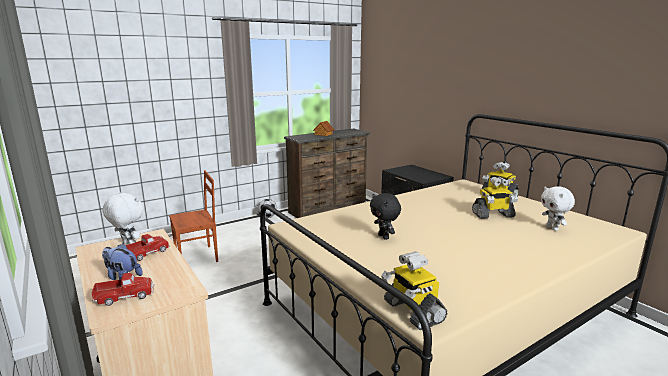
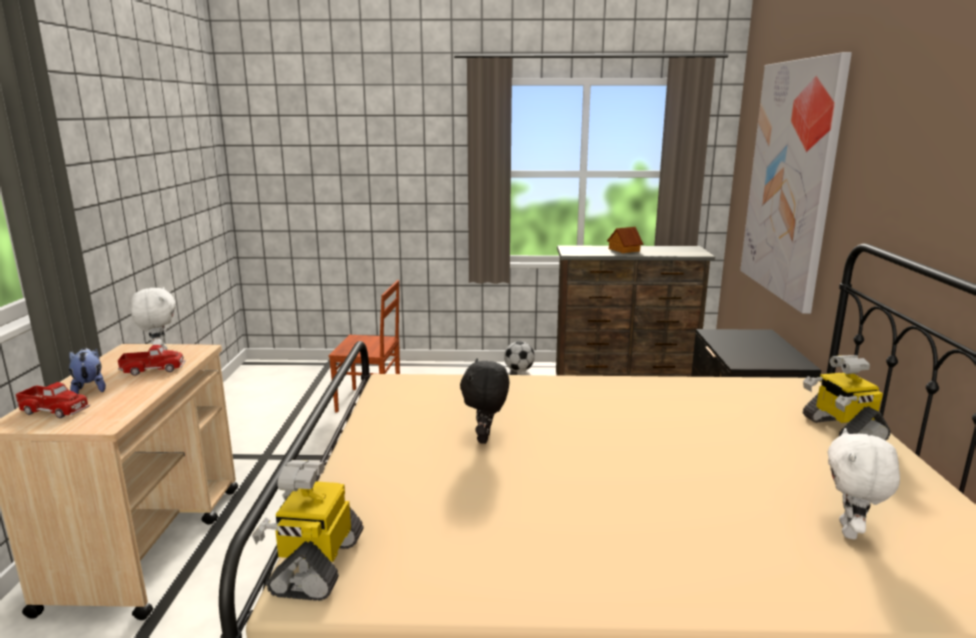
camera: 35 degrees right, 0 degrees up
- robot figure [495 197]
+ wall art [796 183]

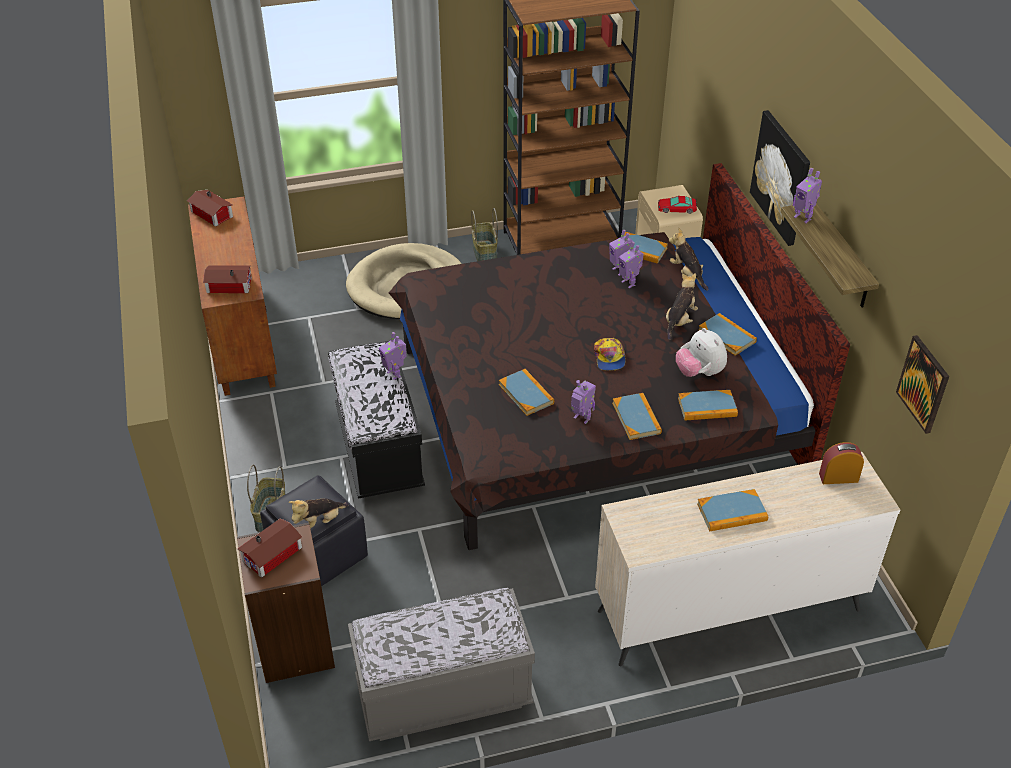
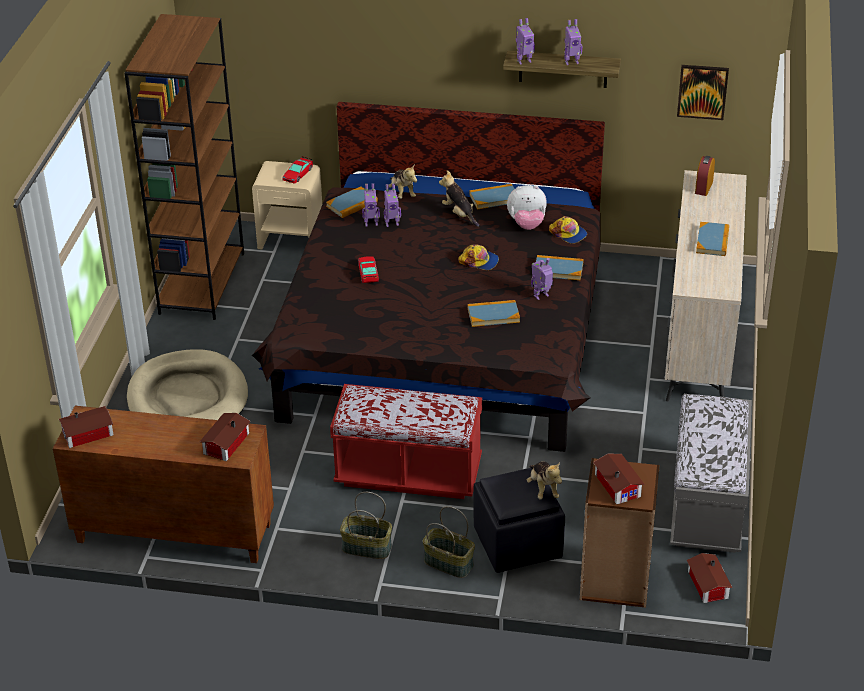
camera: 65 degrees left, 5 degrees down
- wall art [780 178]
+ model car [368 270]
+ miniature house [710 578]
~ robot figure [392 356] to [573 42]
~ household basket [484 234] to [366 525]
~ book [708 405] to cap [568 230]
~ long seat (blackish) [376 420] to long seat (reddish) [406 441]
~ cuddly toy [689 259] = [403 181] 105 degrees counterclockwise

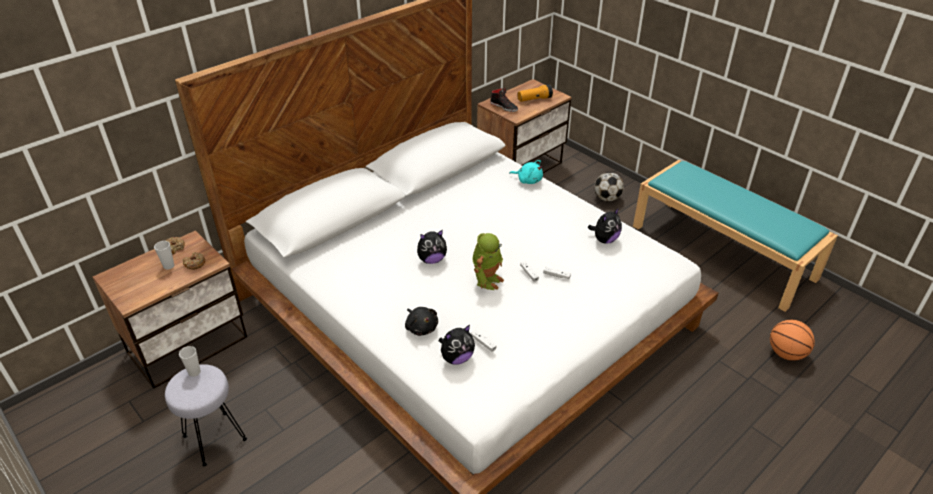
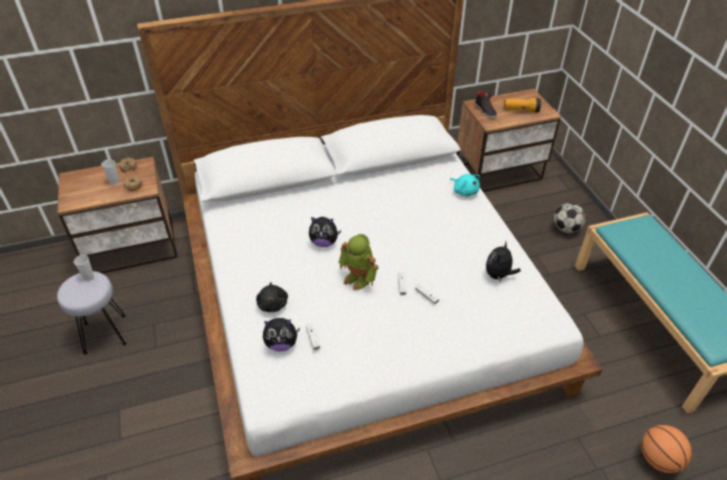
camera: 25 degrees right, 5 degrees up
~ robot figure [488 261] = [358 262] 75 degrees clockwise
~ cuddly toy [605 226] = [503 262] 135 degrees clockwise

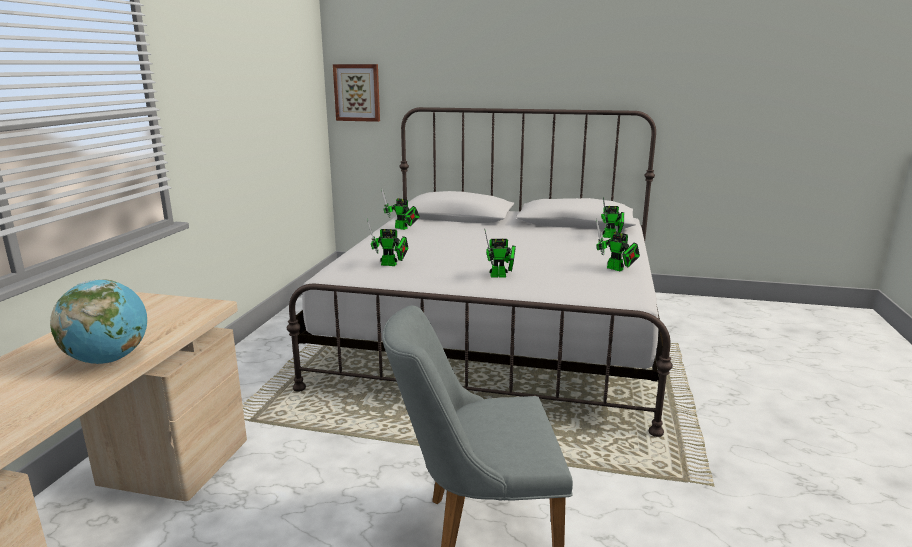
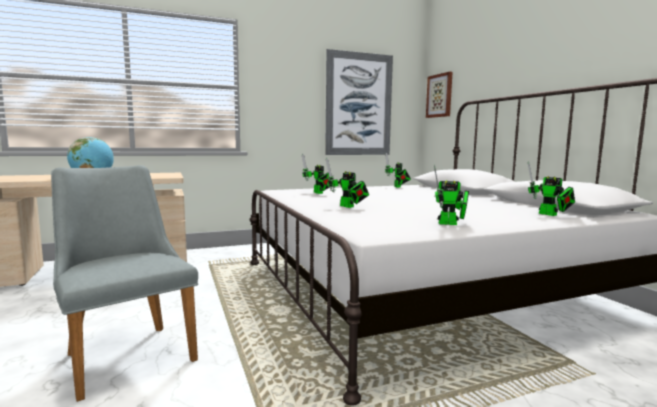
camera: 55 degrees right, 10 degrees down
+ wall art [359 102]
~ robot figure [618 245] = [451 194] 90 degrees counterclockwise

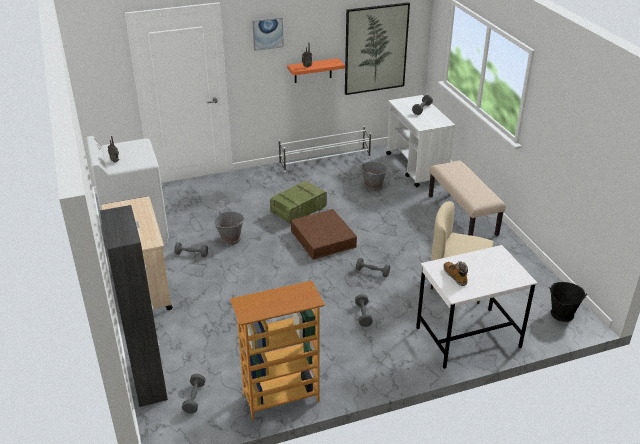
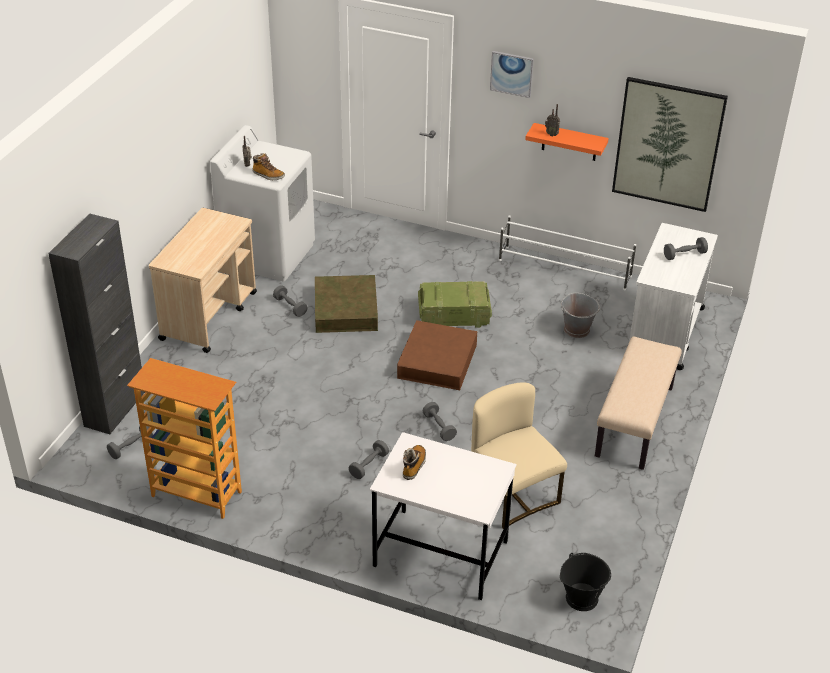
camera: 40 degrees right, 5 degrees up
+ high-top boot [268 167]
~ bucket (gray) [229 227] to storage container (brownish) [346 304]

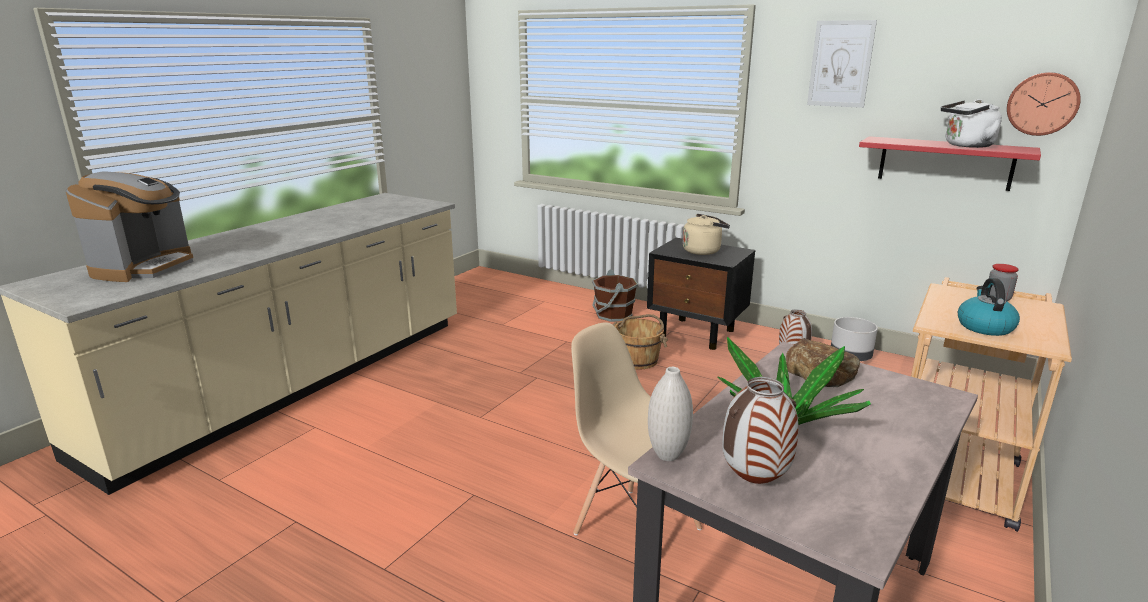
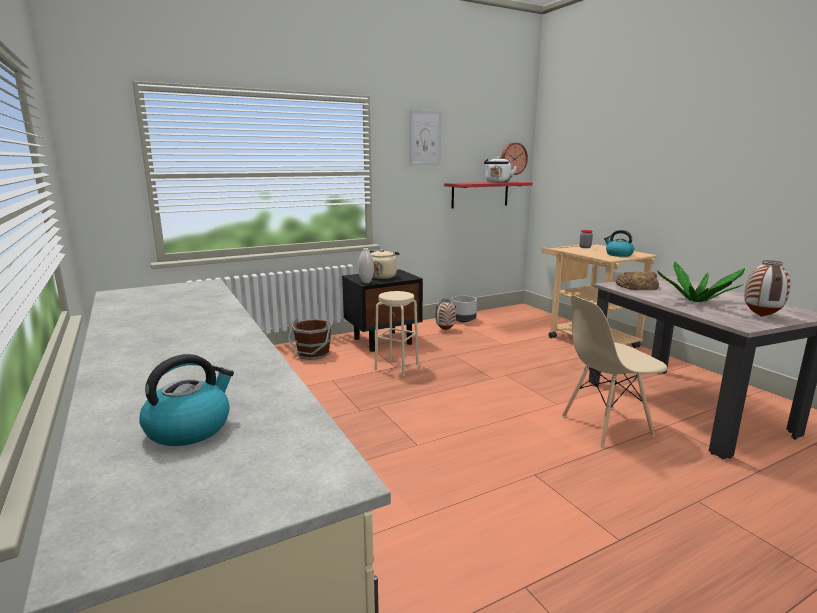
camera: 60 degrees left, 5 degrees down
~ decorative vase (whitish) [670 414] to [366 265]
~ coffee machine [129 226] to tea kettle [186 400]
~ bucket (brownish) [640 341] to sitting stool (beige) [397 333]

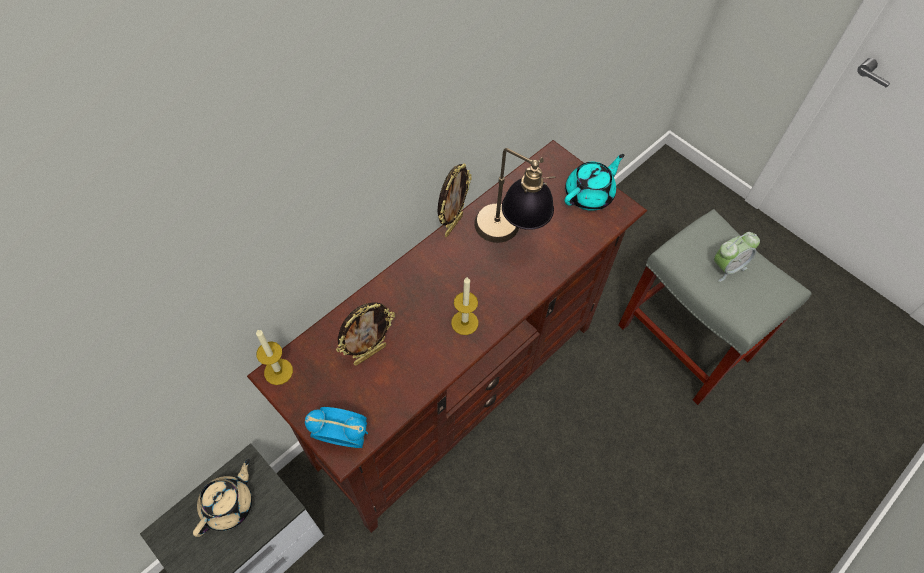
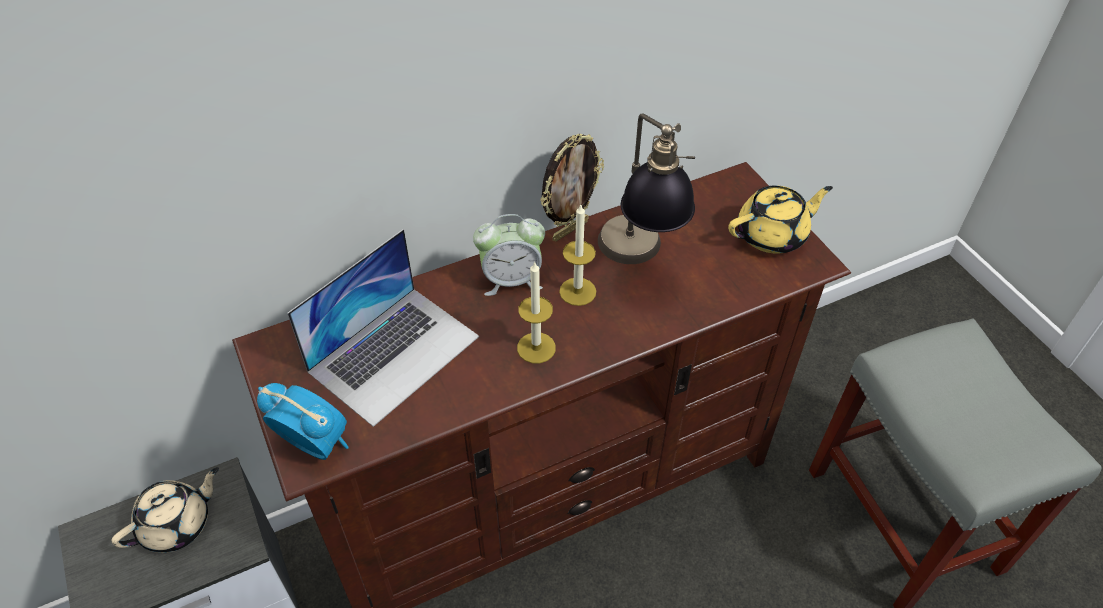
camera: 20 degrees right, 10 degrees down
~ wax light [274 357] to [577 255]
~ bedside clock [737 257] to [509 255]
~ photo frame [365 334] to notebook computer [383 328]
~ pot for tea (turquoise-coloured) [594 182] to pot for tea (yellowish) [780 219]

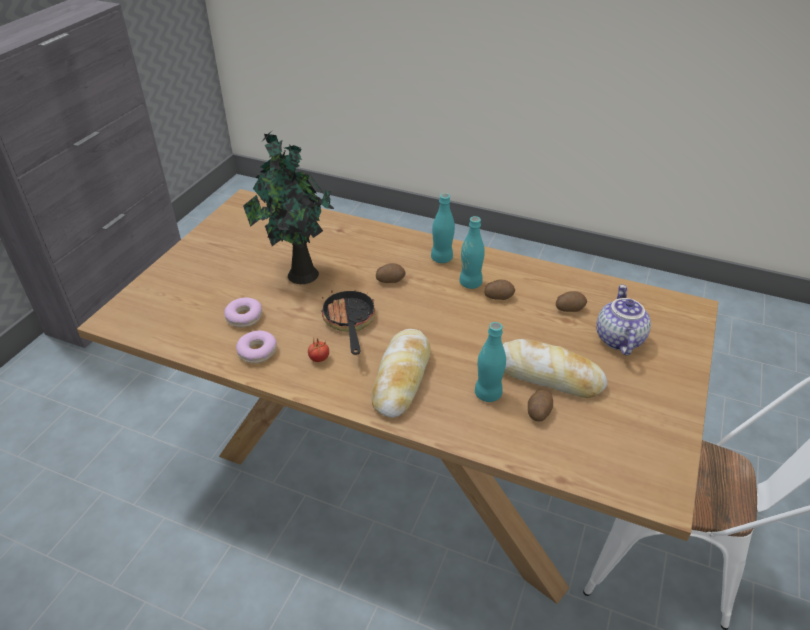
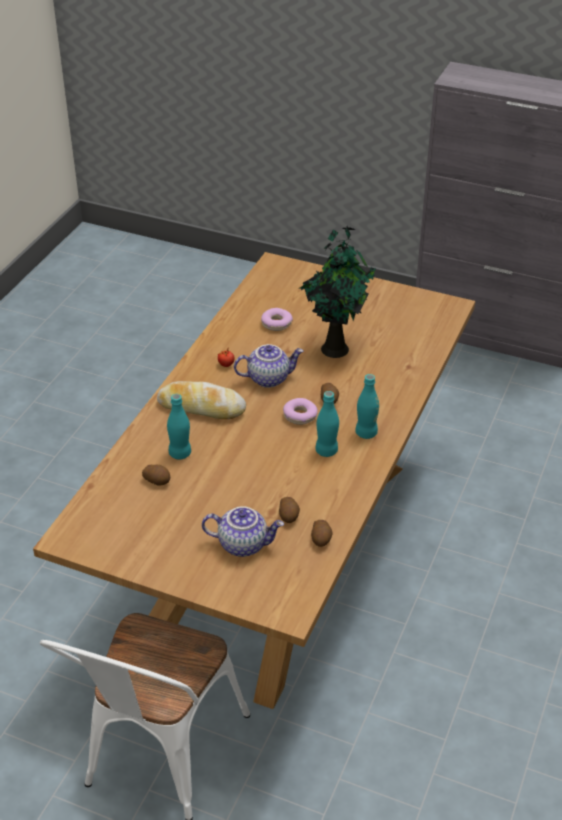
camera: 90 degrees right, 0 degrees up
- baked bread [555 368]
~ doughnut [256 347] to [300 411]
~ potato [499 289] to [321 533]
~ frying pan [348 322] to pot for tea [269 366]

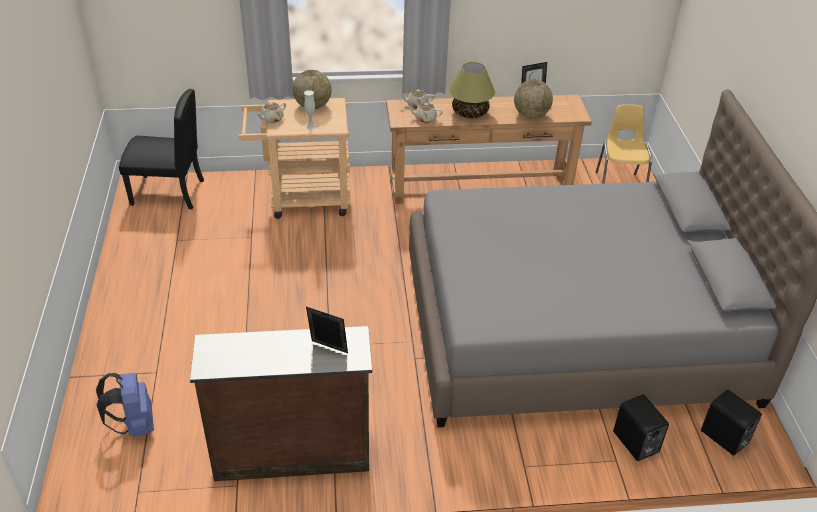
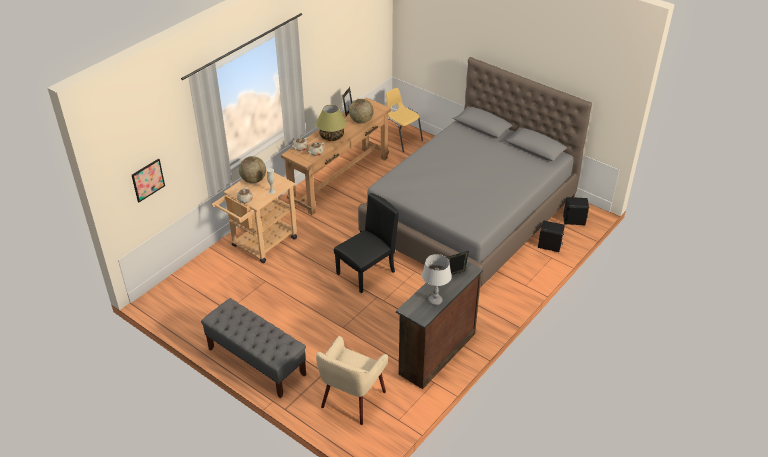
camera: 45 degrees left, 0 degrees up
+ wall art [148 180]
+ long seat (gray) [253 348]
+ lamp for a table (gray) [437 279]
~ chair (blackish) [161 149] to [366 243]
~ knapsack (bluish) [125 405] to easy chair (beige) [352 380]

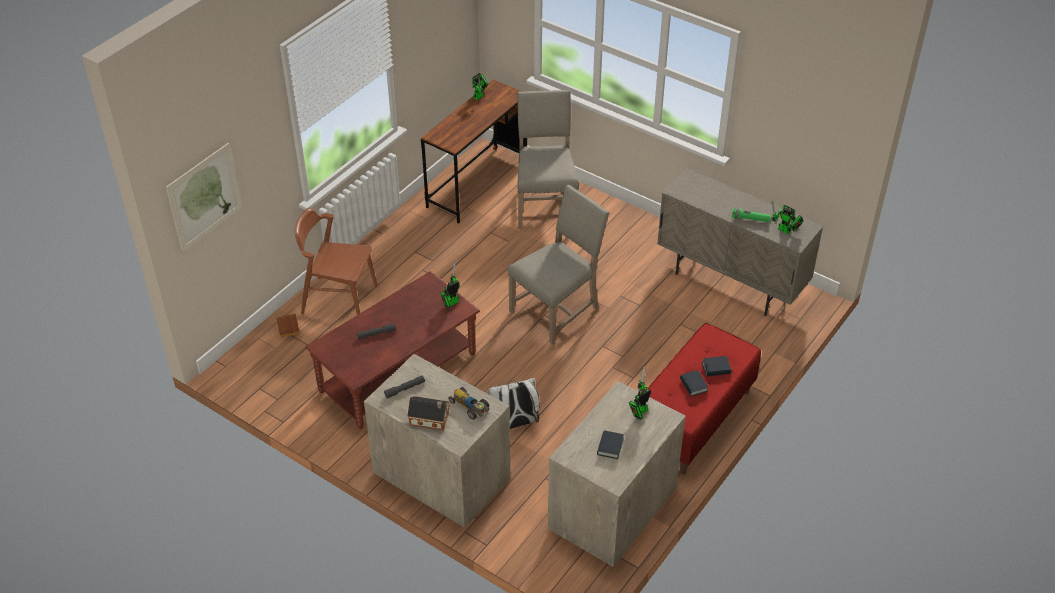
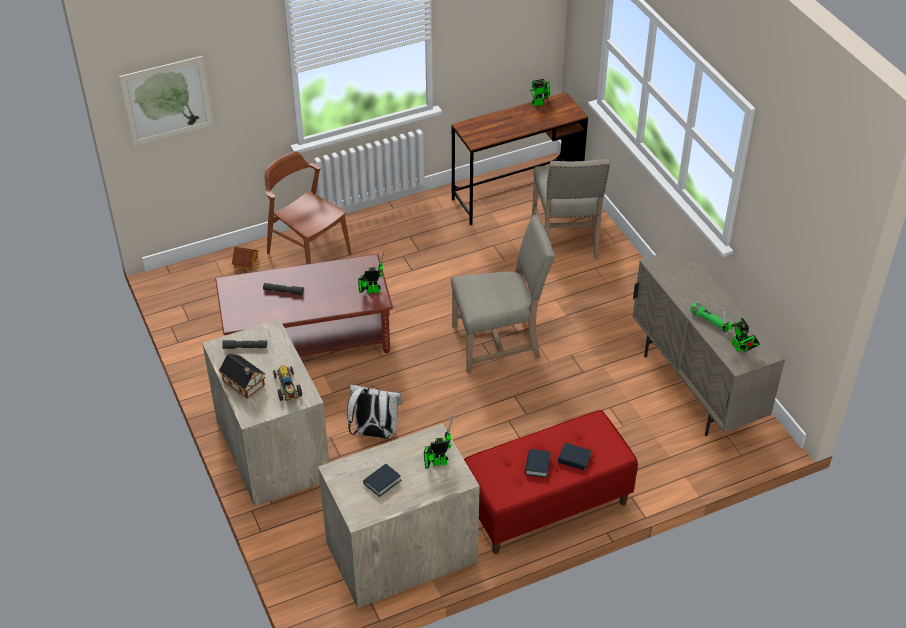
camera: 30 degrees right, 0 degrees up
~ chair (beige) [548 159] = [571 209] 150 degrees clockwise

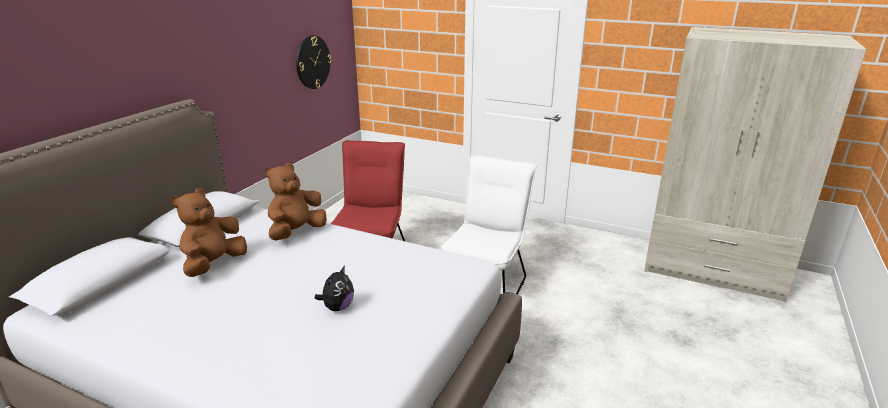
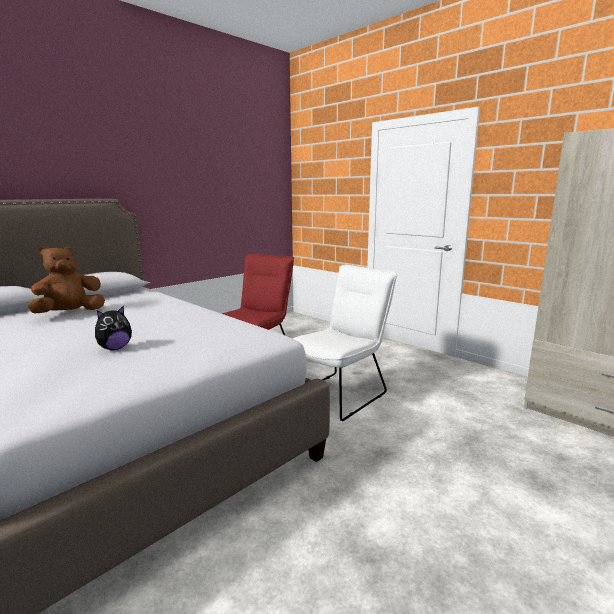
camera: 20 degrees right, 10 degrees down
- cuddly toy (brownish) [296 202]
- clock on the wall [314 62]

